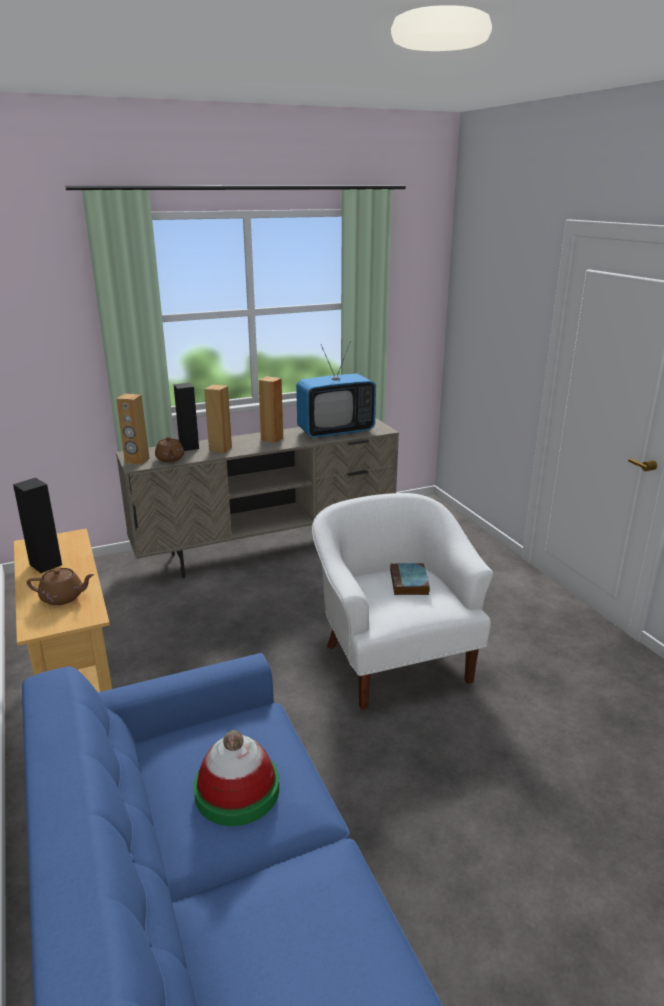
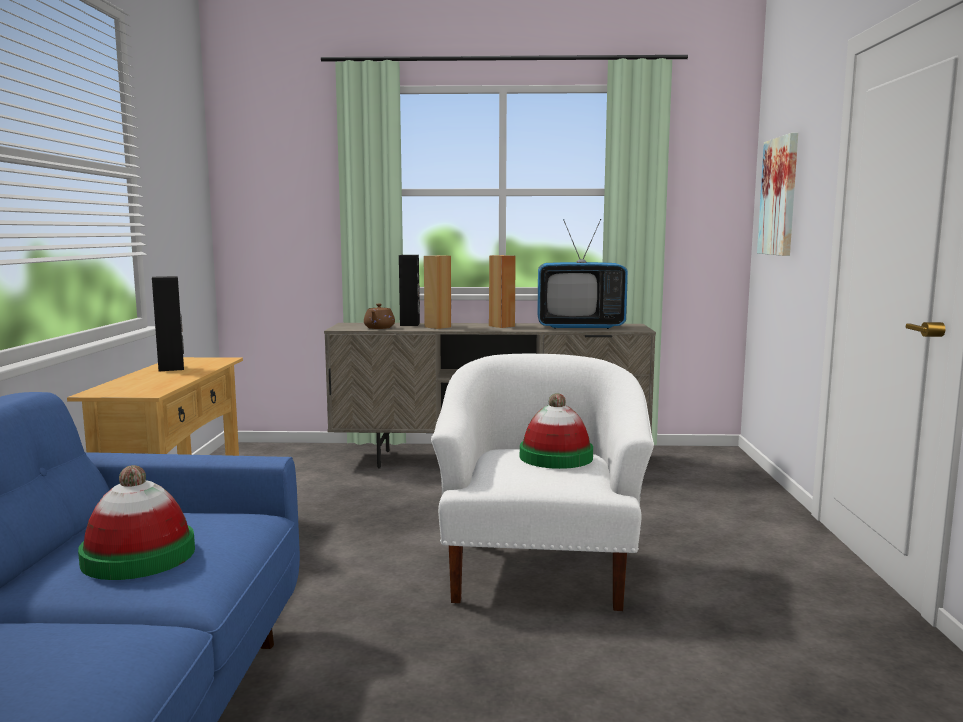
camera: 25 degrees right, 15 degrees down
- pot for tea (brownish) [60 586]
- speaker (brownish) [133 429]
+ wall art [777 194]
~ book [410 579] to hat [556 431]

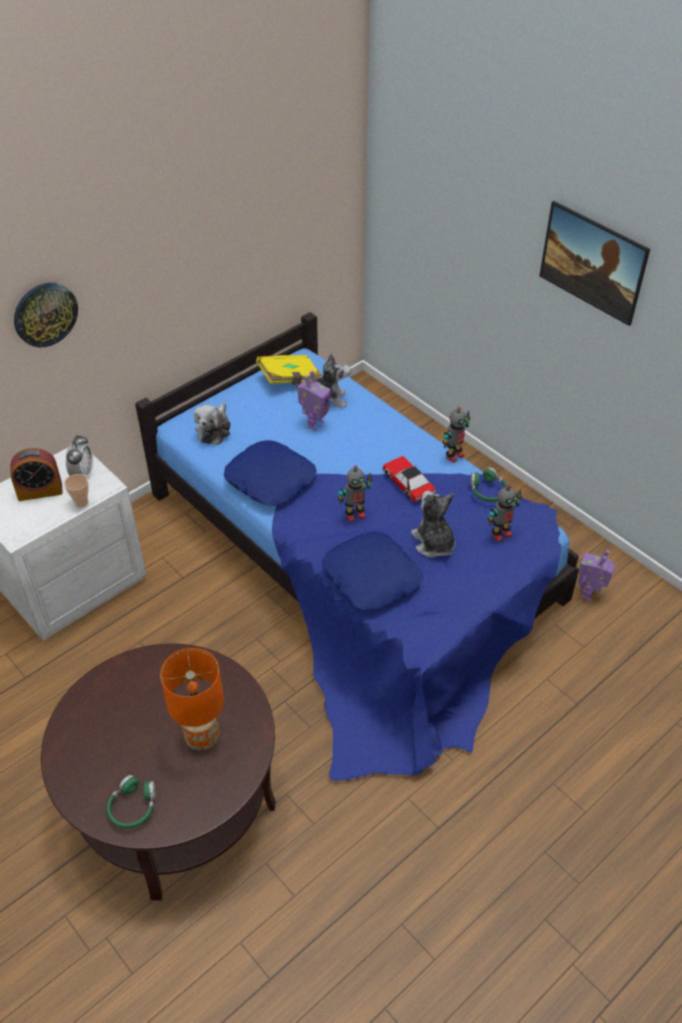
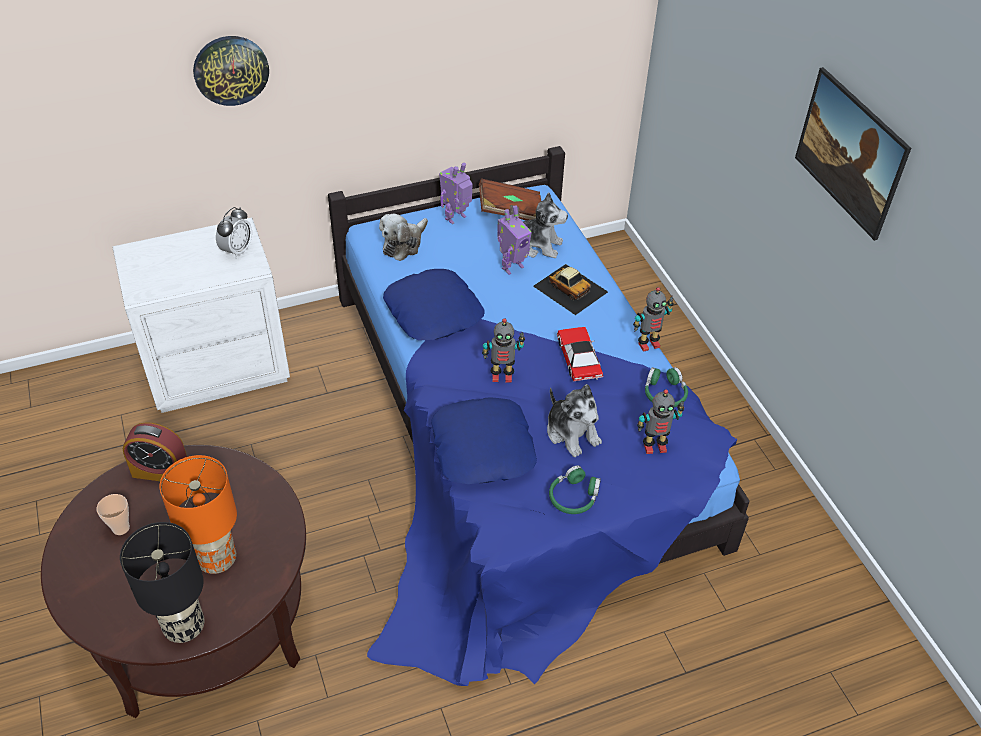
camera: 20 degrees right, 0 degrees up
+ lamp for a table (blackish) [162 582]
+ model car [570 289]
~ bedside clock [36 474] to [155 451]
~ drinking cup [76 490] to [113 514]
~ headphones (greenish) [131 802] to [575 489]
~ robot figure [596 575] to [455 193]
~ book (yellowish) [289 370] to book (brownish) [510 199]
~ cuddly toy [433 524] = [574 420] 150 degrees clockwise

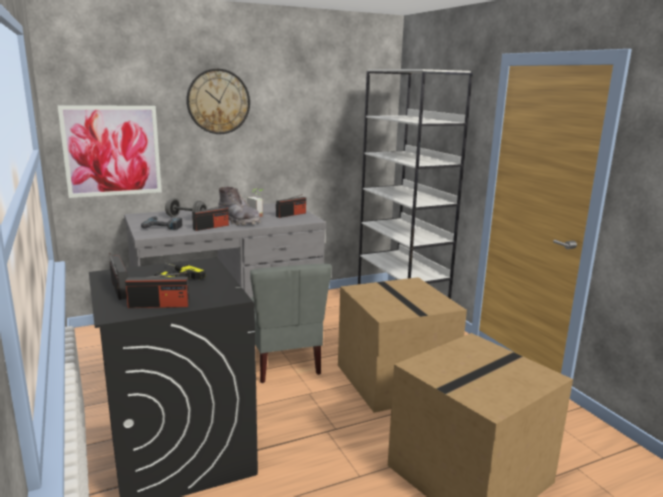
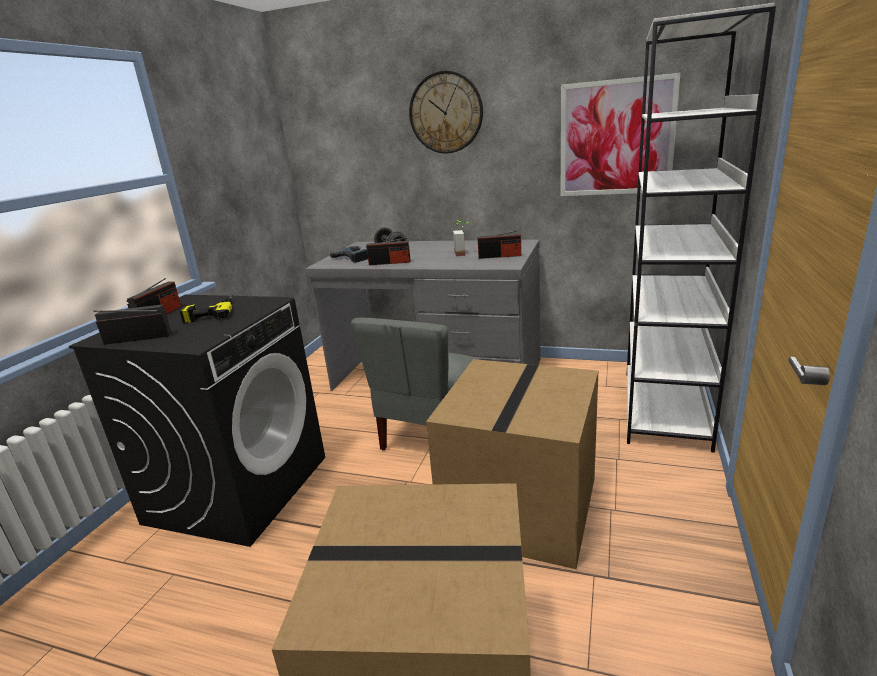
camera: 45 degrees right, 5 degrees up
- high-top boot (gray) [239 206]
~ wall art [110 152] to [620 134]
~ radio set [157 290] = [133 325] 135 degrees clockwise

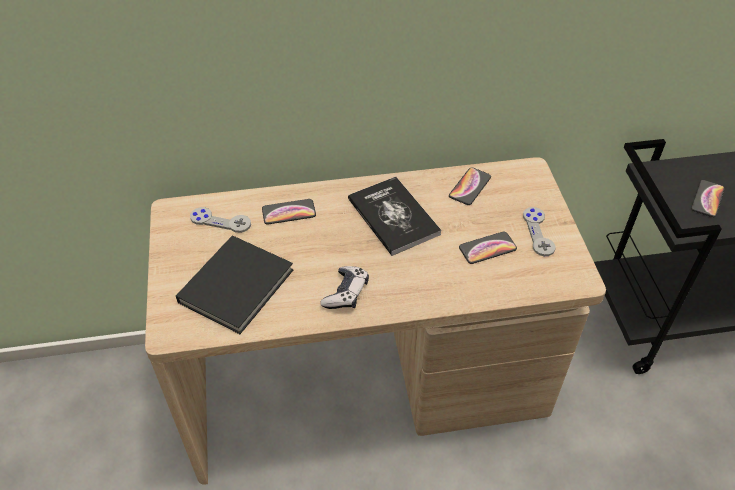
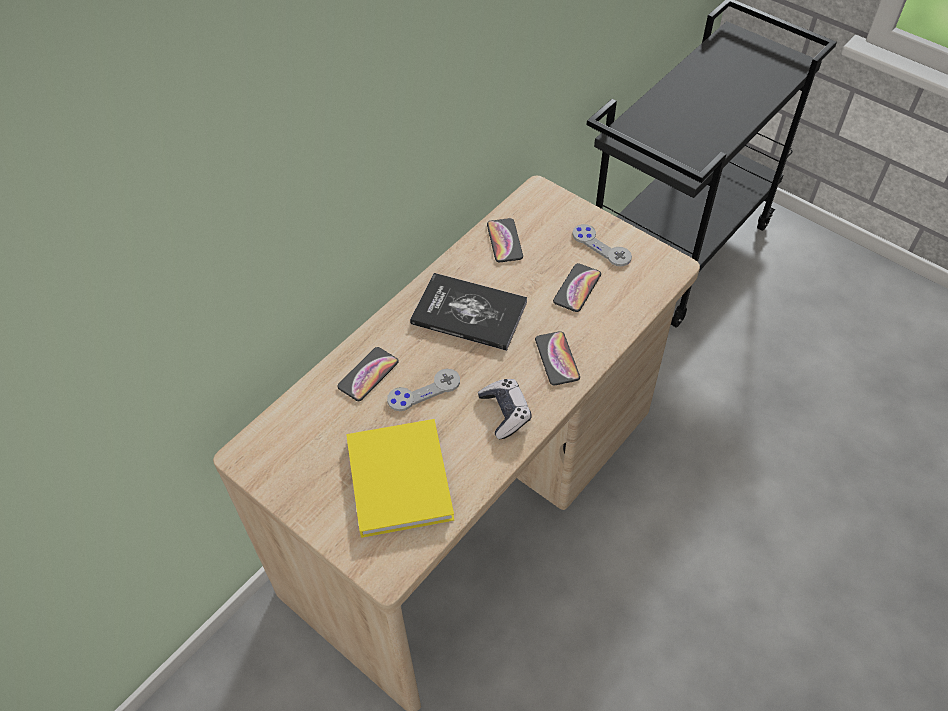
camera: 40 degrees left, 5 degrees up
~ gamepad (gray) [220 220] to [423 390]
~ handset [708 198] to [557 358]
~ book (blackish) [235 284] to book (yellowish) [400 478]

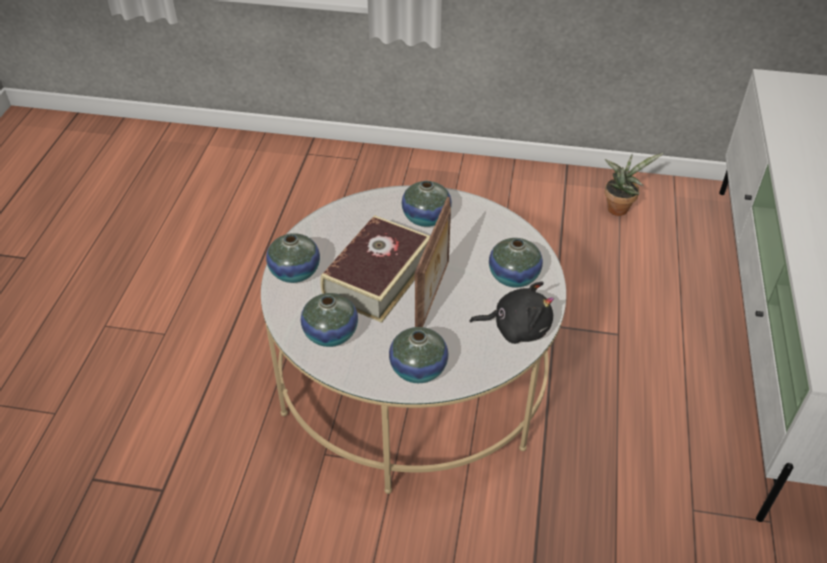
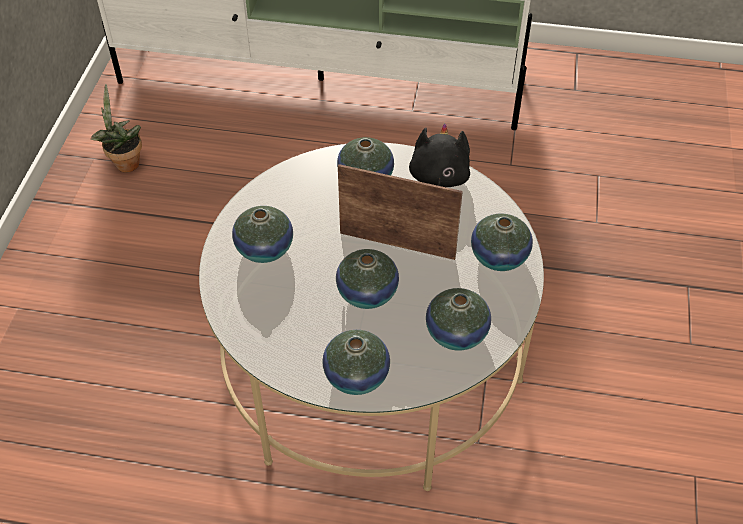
camera: 90 degrees left, 5 degrees up
~ book [375 269] to decorative vase [367 279]

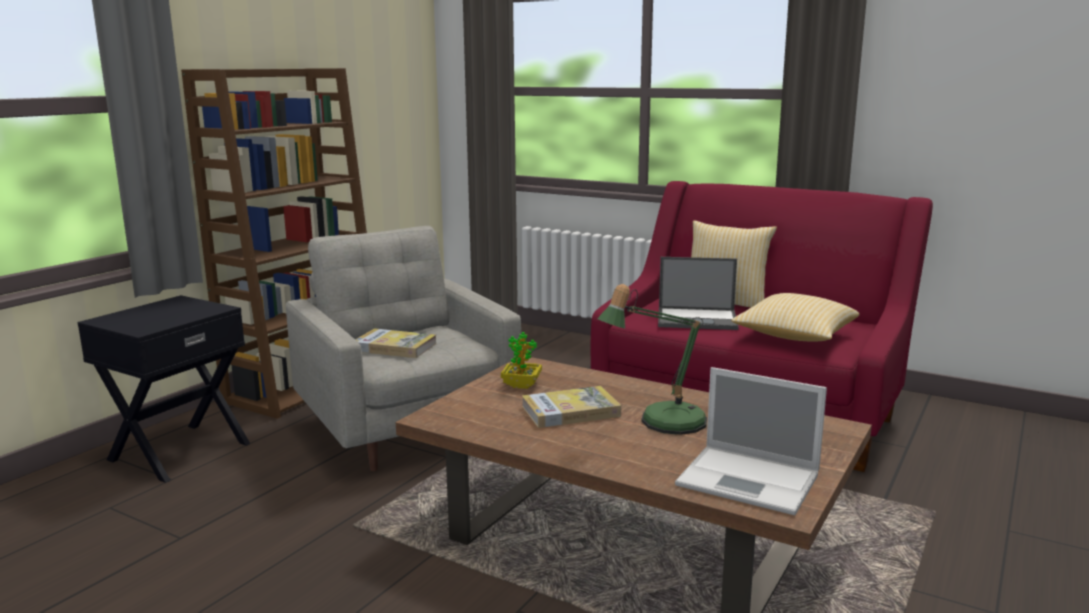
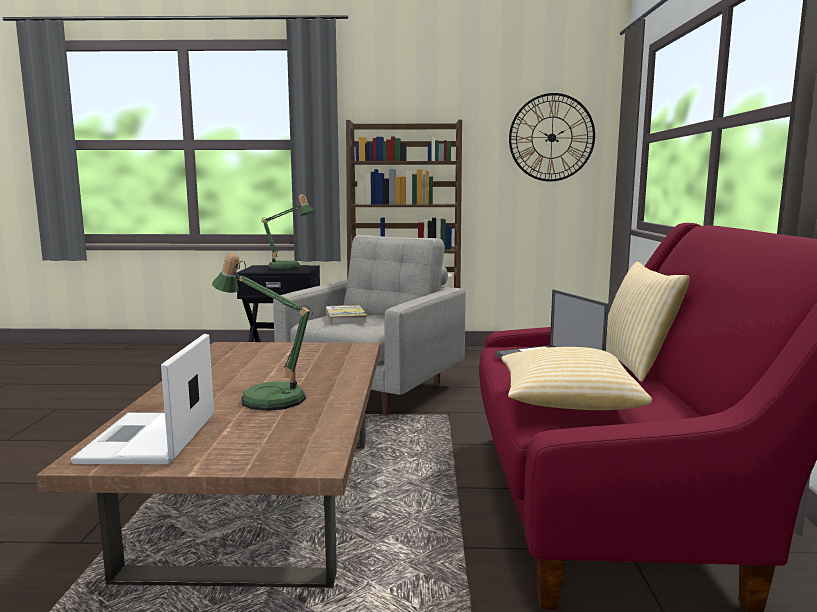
camera: 60 degrees right, 5 degrees down
- houseplant [521 360]
- book [571 407]
+ lamp for a table [288 232]
+ clock on the wall [552 137]

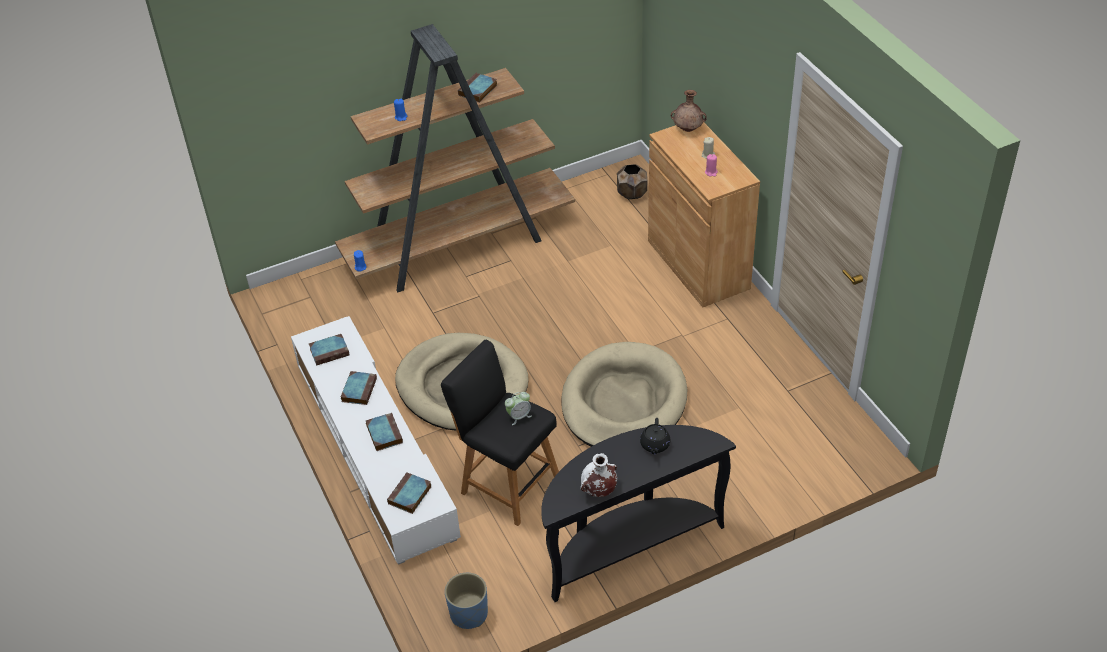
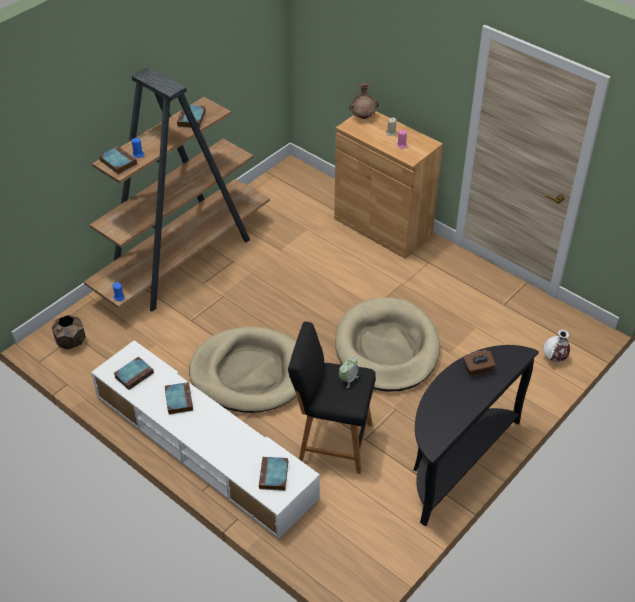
camera: 25 degrees left, 0 degrees up
- flower pot (bluish) [466 601]
~ book [384 432] to [118 160]
~ decorative vase (whitish) [598 475] to [556 345]
~ flower pot (brownish) [632 181] to [69 332]
~ pot for tea (blackish) [655 436] to tissue box (brownish) [479 363]

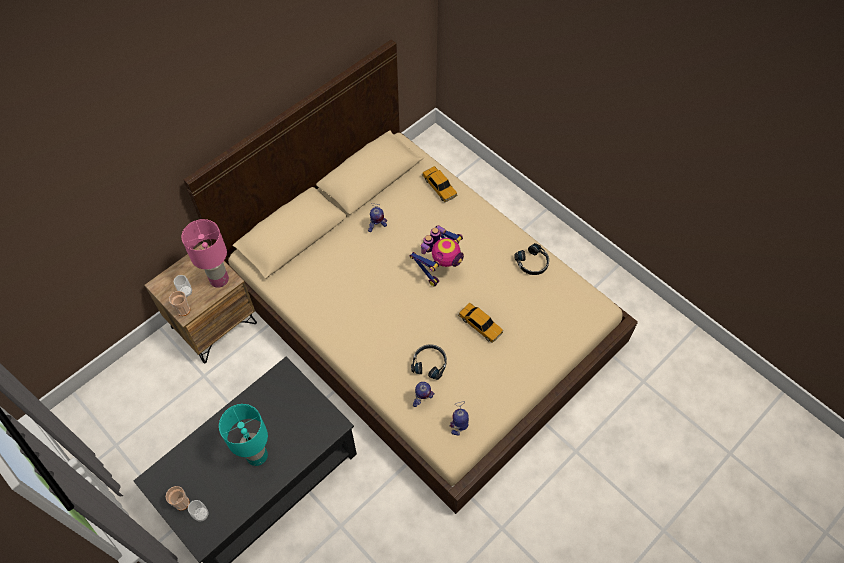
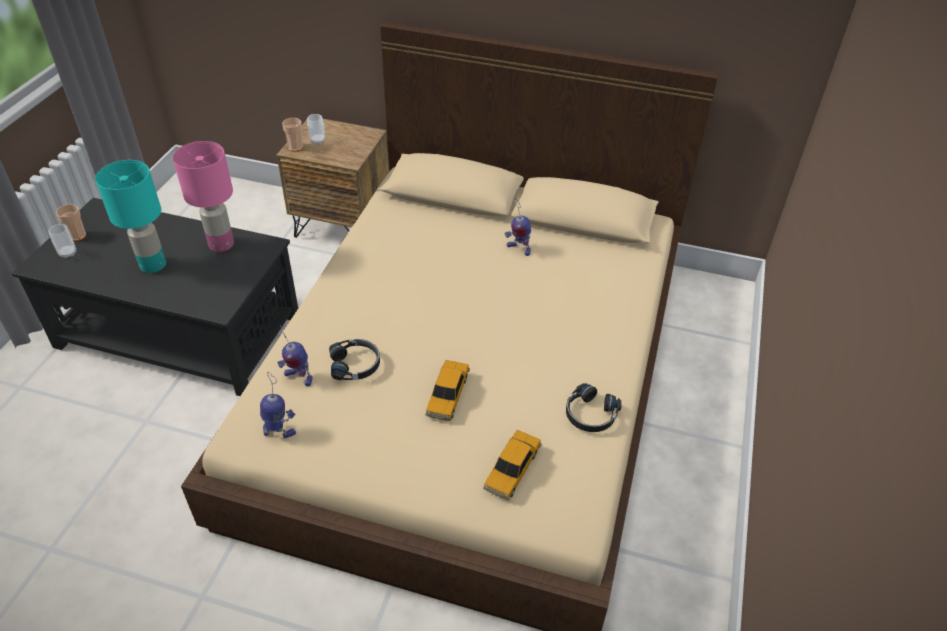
camera: 60 degrees right, 15 degrees down
- robot figure [437 256]
~ lamp for a table (pinkish) [205 253] to [203 196]
~ model car [440 184] to [512 465]

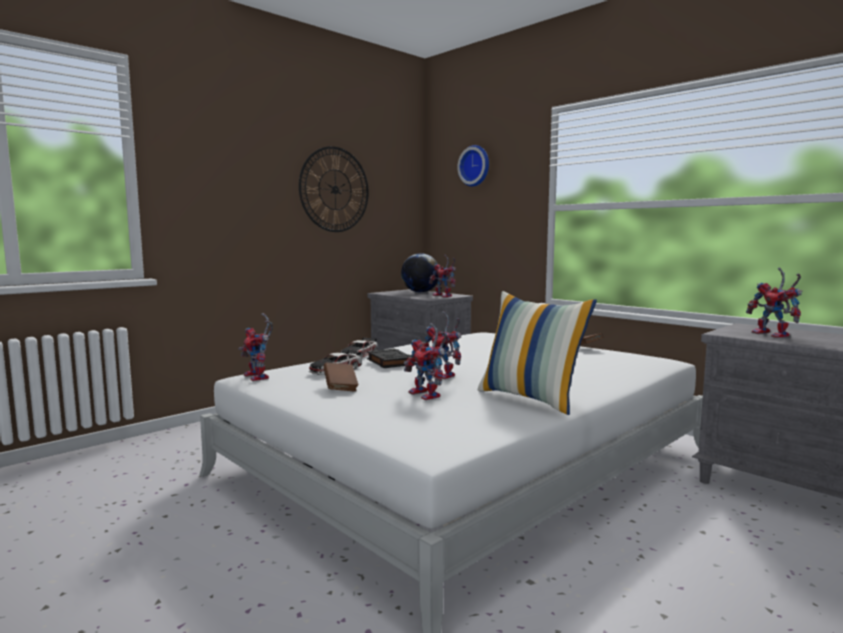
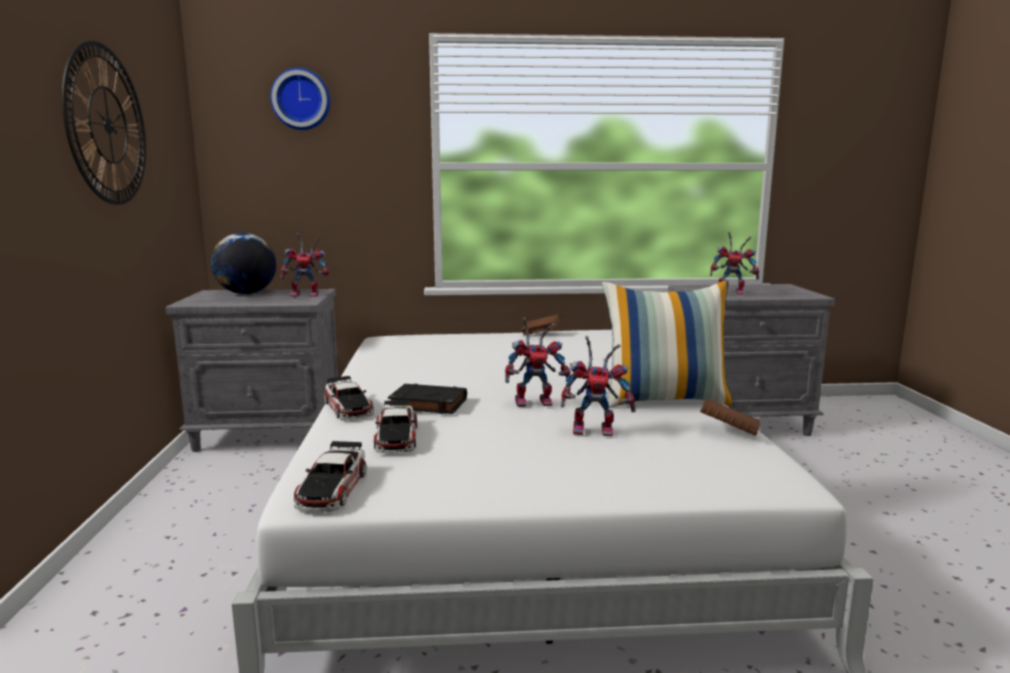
camera: 50 degrees left, 5 degrees up
~ book (brownish) [341 377] to [730 417]
~ robot figure [256 347] to model car [330 476]

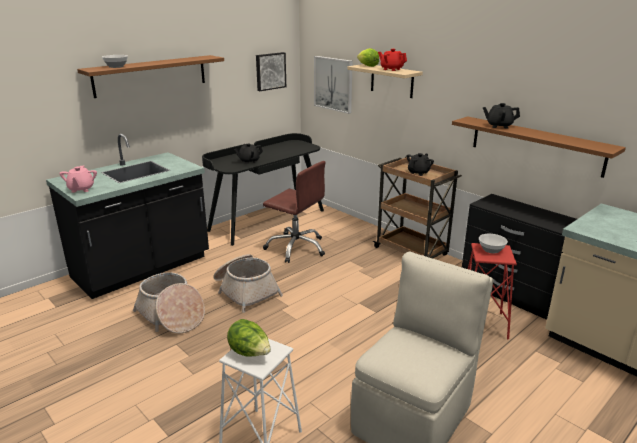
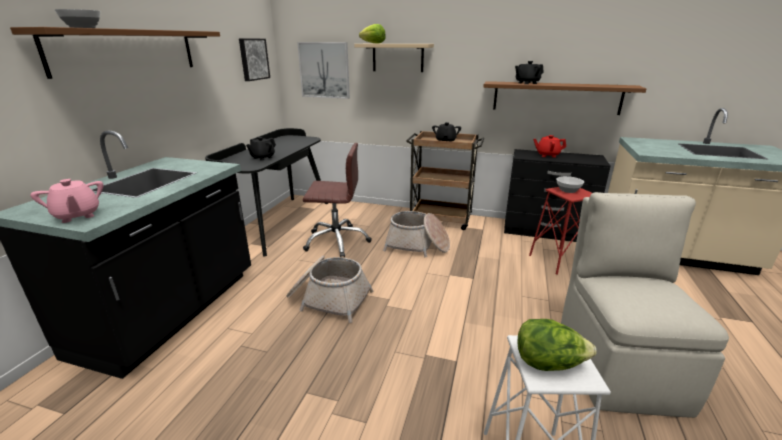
camera: 30 degrees left, 0 degrees up
~ household basket [169 302] to [416 234]
~ pot for tea (reddish) [392 60] to [549 146]

